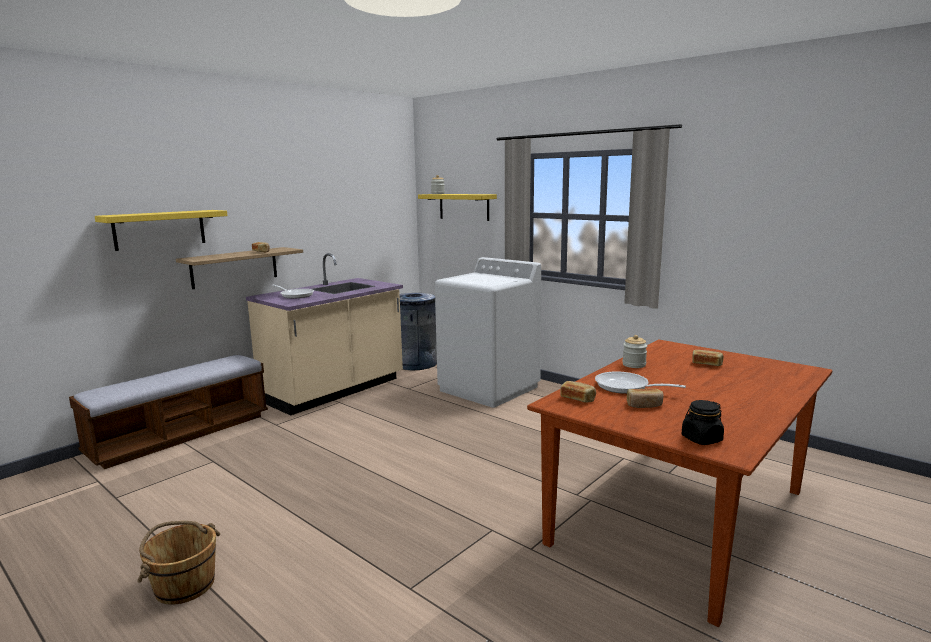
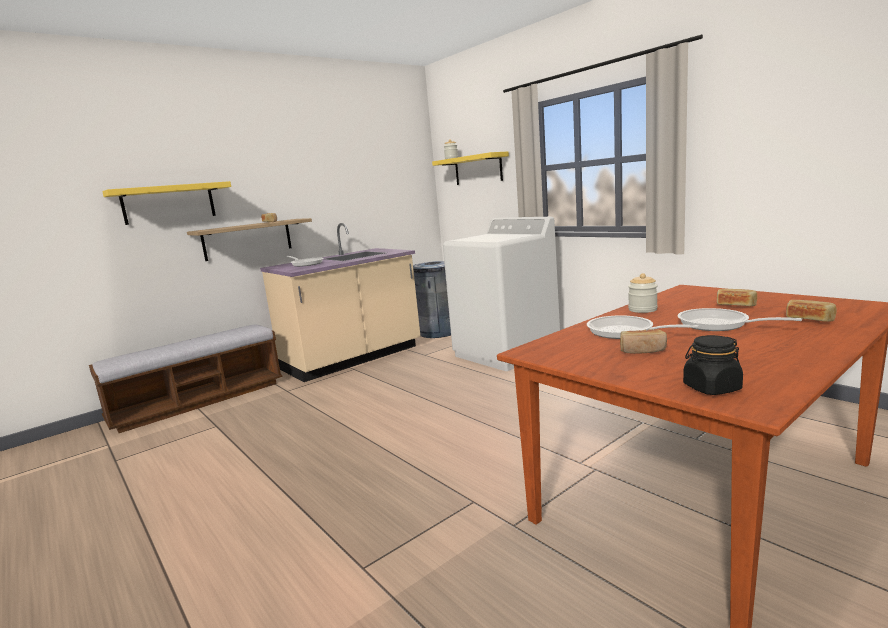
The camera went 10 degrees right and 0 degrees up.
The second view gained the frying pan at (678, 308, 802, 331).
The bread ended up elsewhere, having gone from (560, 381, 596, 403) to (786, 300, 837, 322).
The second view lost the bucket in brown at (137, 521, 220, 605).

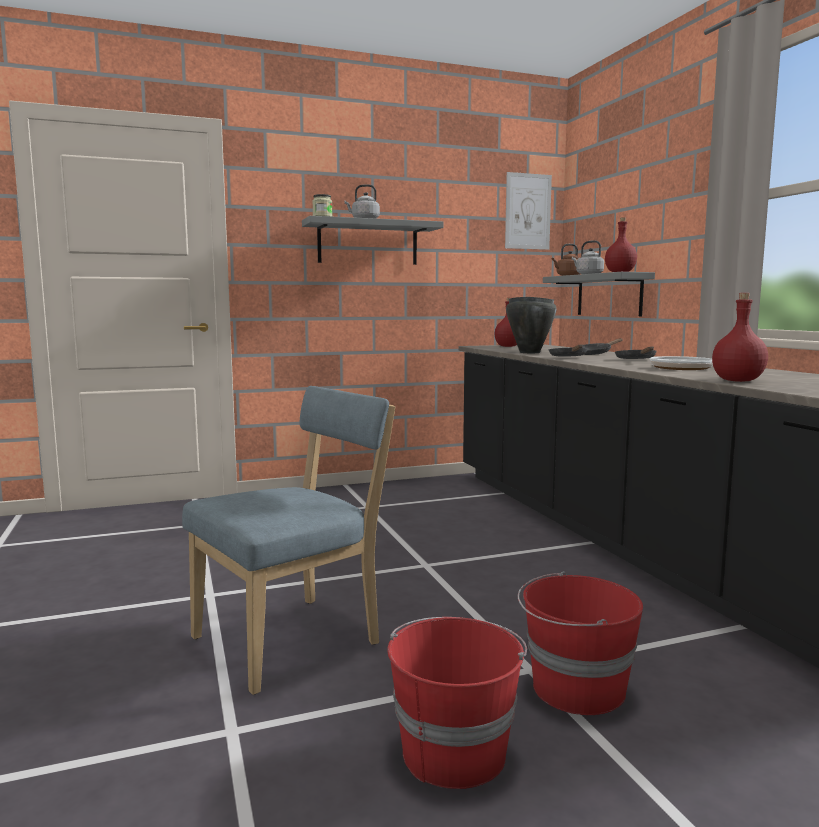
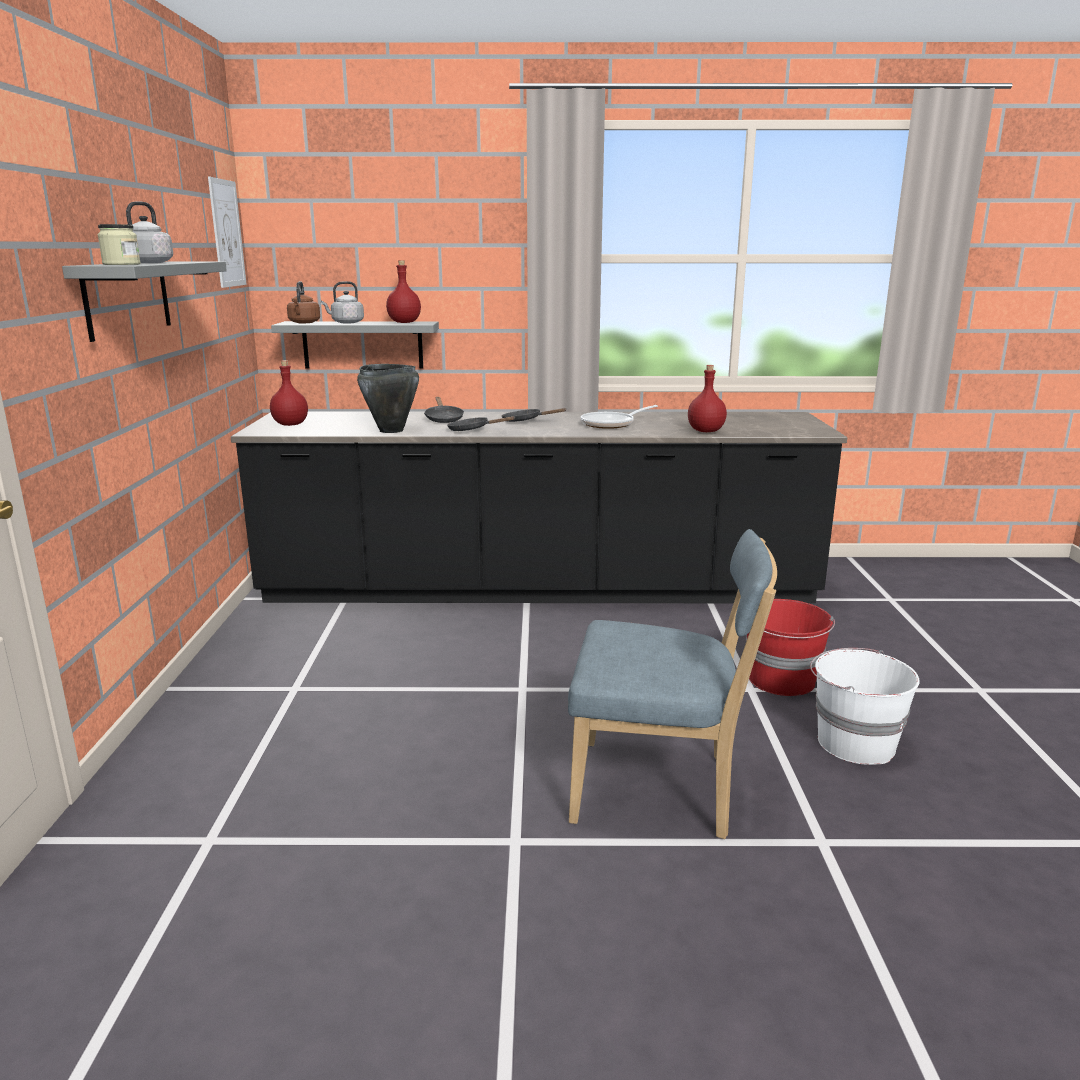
The camera went 70 degrees left and 10 degrees up.
The chair in blue at (182, 386, 395, 695) ended up facing another way, 120 degrees clockwise from before.
What was the bucket in red at (387, 617, 527, 789) turned into the bucket in white at (810, 648, 920, 765).

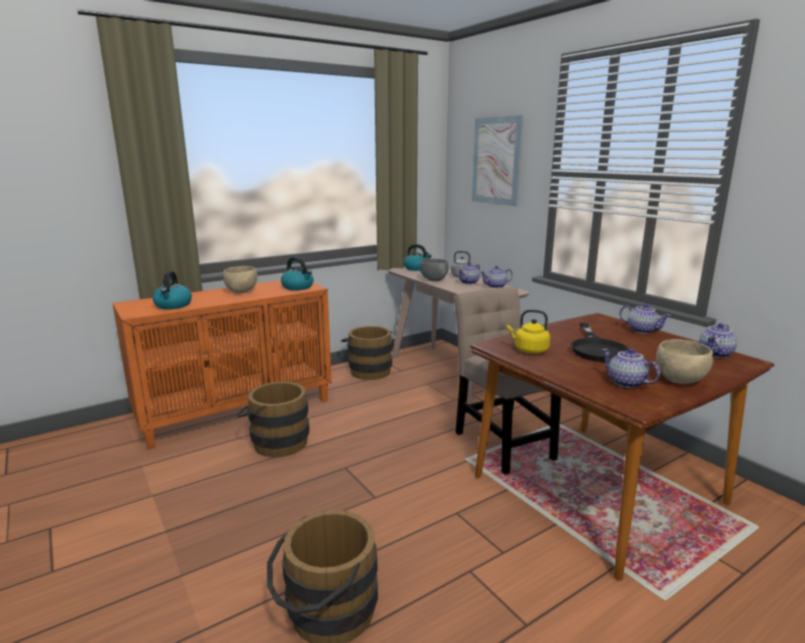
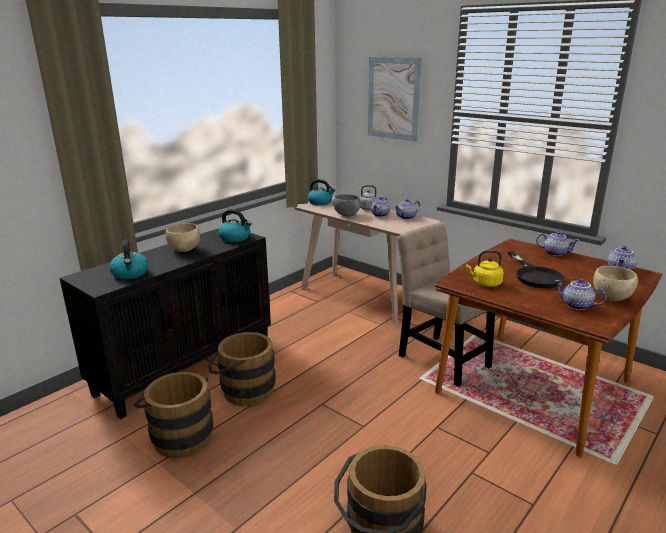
The camera went 15 degrees left and 5 degrees up.
What was the cabinet in orange at (112, 280, 332, 450) turned into the cabinet in black at (60, 228, 271, 419).
The bucket in brown ended up elsewhere, having gone from (341, 326, 392, 380) to (134, 372, 213, 458).

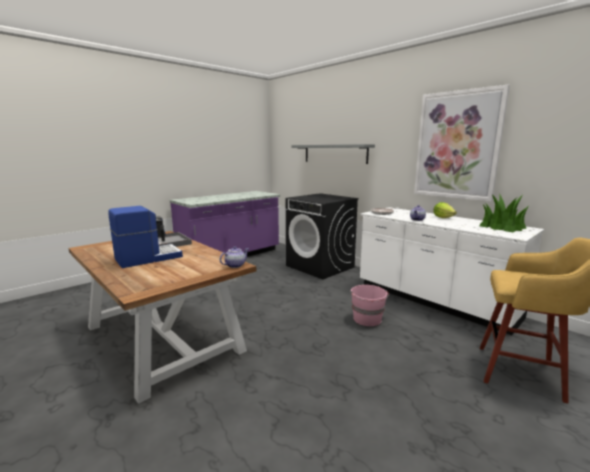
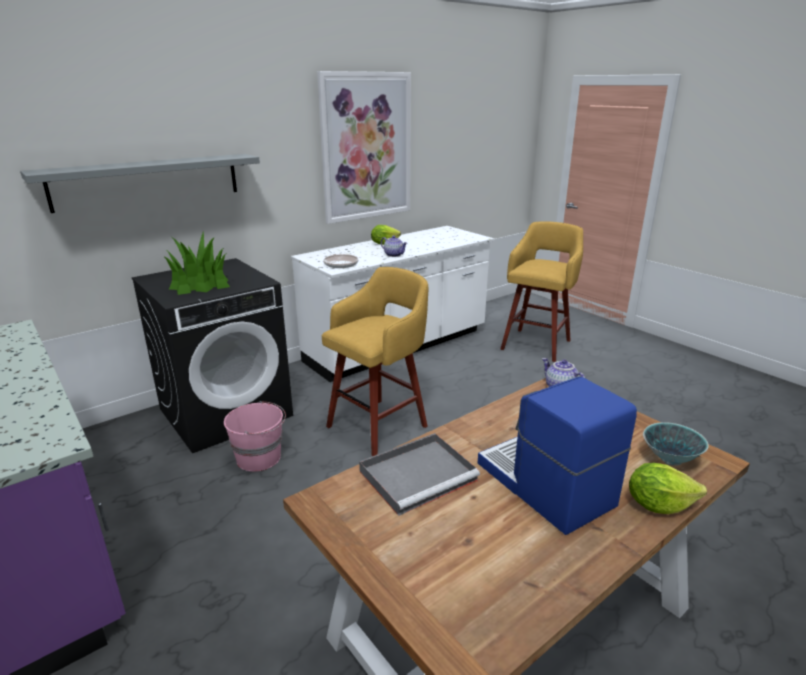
The camera went 85 degrees left and 10 degrees up.
The potted plant ended up elsewhere, having gone from (479, 194, 529, 232) to (165, 232, 230, 295).
The bucket in pink ended up elsewhere, having gone from (351, 285, 389, 326) to (224, 401, 286, 471).
The second view gained the stool in yellow at (322, 267, 428, 456).
The second view gained the lettuce at (629, 463, 707, 514).
The second view gained the bowl at (643, 422, 709, 466).

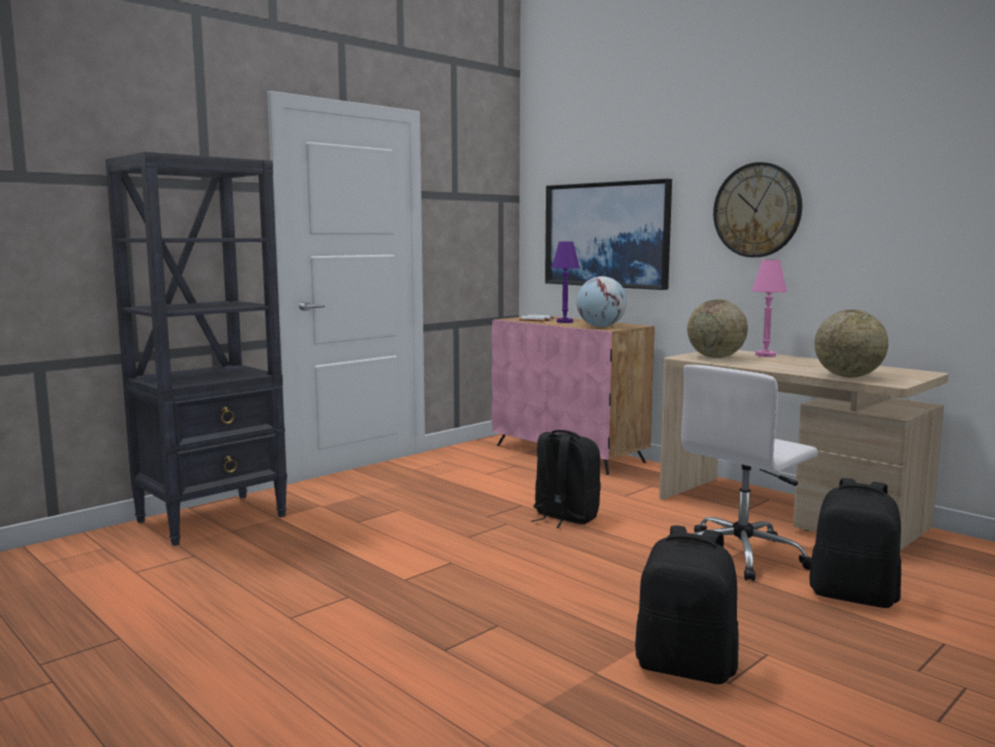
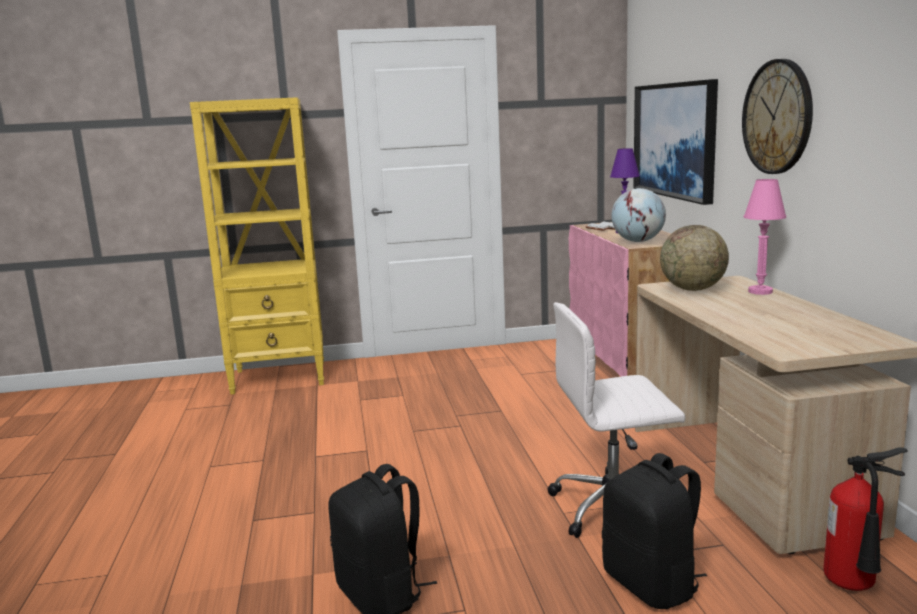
The camera went 35 degrees right and 5 degrees up.
What was the bookcase in black at (105, 152, 287, 546) turned into the bookcase in yellow at (190, 97, 324, 394).
The second view gained the fire extinguisher at (823, 448, 907, 591).
The second view lost the backpack in black at (532, 430, 601, 528).
The second view lost the globe at (815, 310, 888, 377).

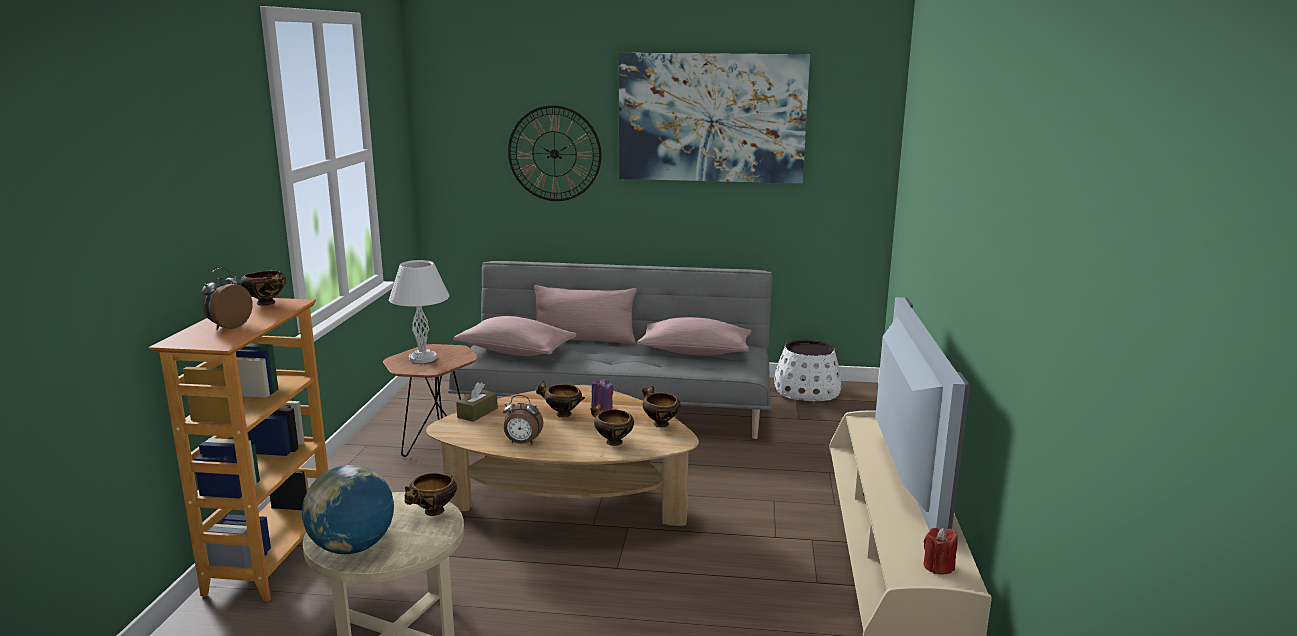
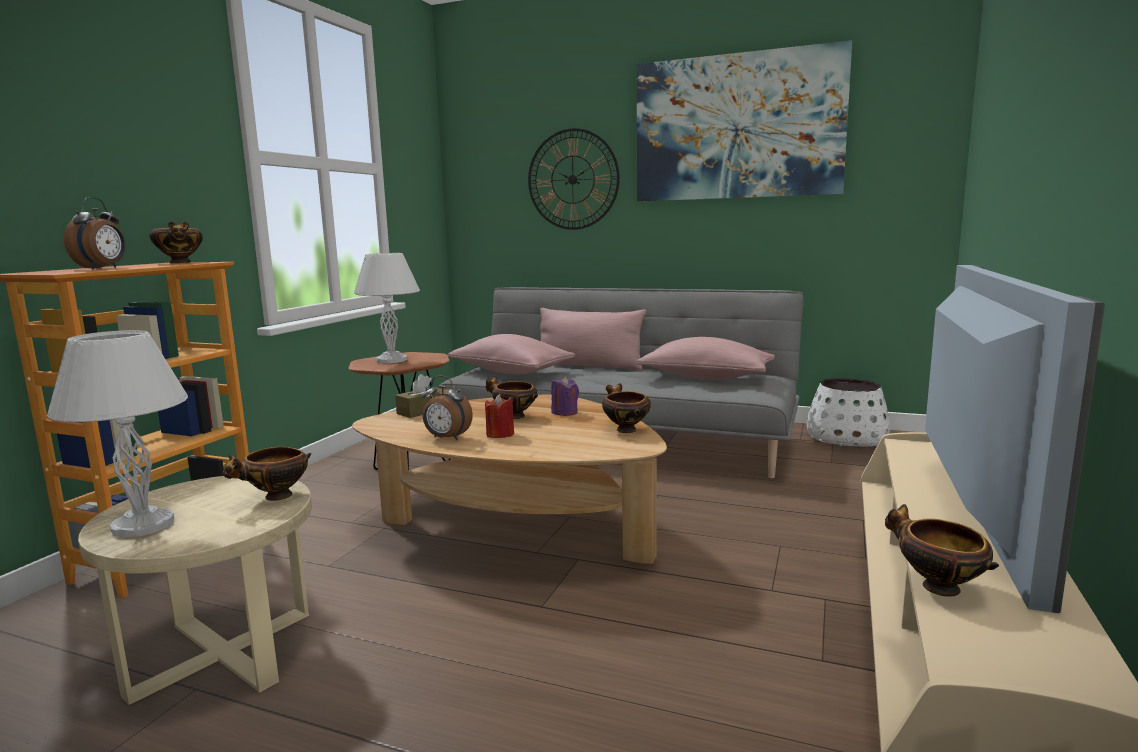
The camera went 15 degrees right and 5 degrees down.
Where the globe stood at (302, 465, 394, 554), the table lamp in white came to stand at (47, 330, 188, 537).
The alarm clock at (202, 268, 253, 330) ended up facing another way, 150 degrees clockwise from before.
The candle in red ended up elsewhere, having gone from (923, 528, 958, 574) to (485, 394, 514, 438).
The bowl ended up elsewhere, having gone from (591, 403, 634, 446) to (885, 504, 999, 597).

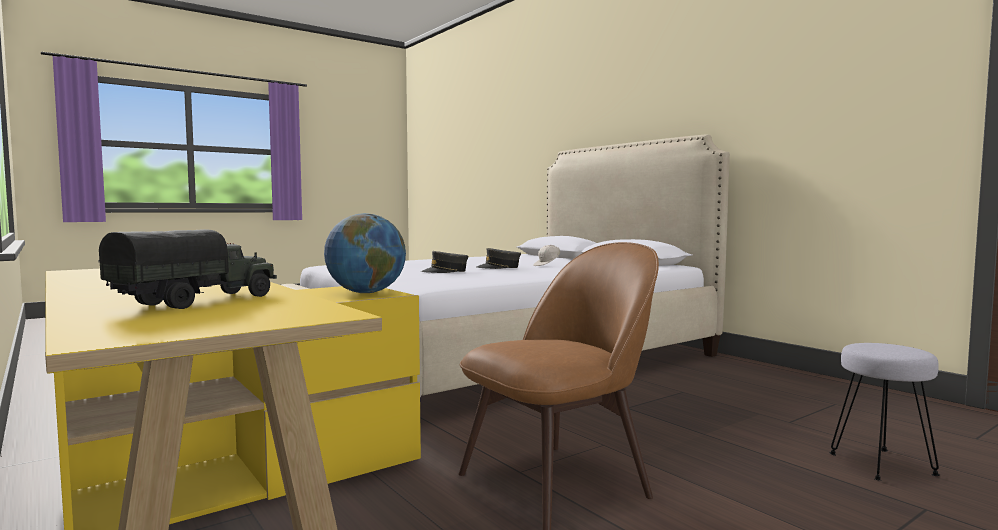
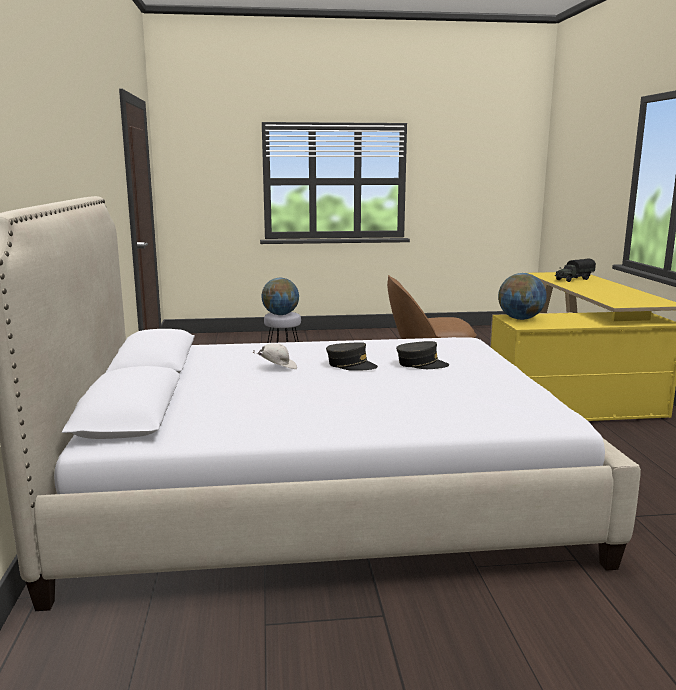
The camera went 150 degrees left and 10 degrees up.
The second view gained the globe at (262, 278, 299, 315).

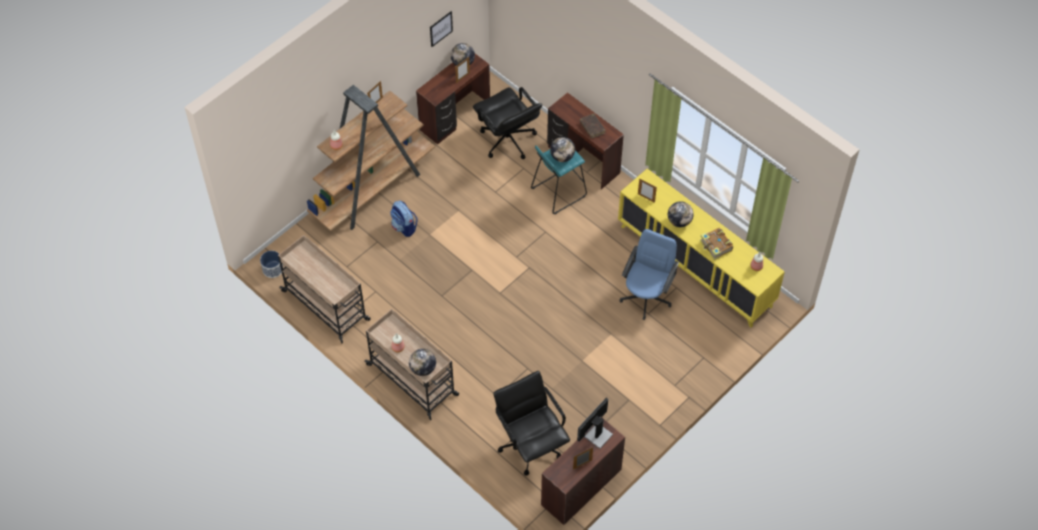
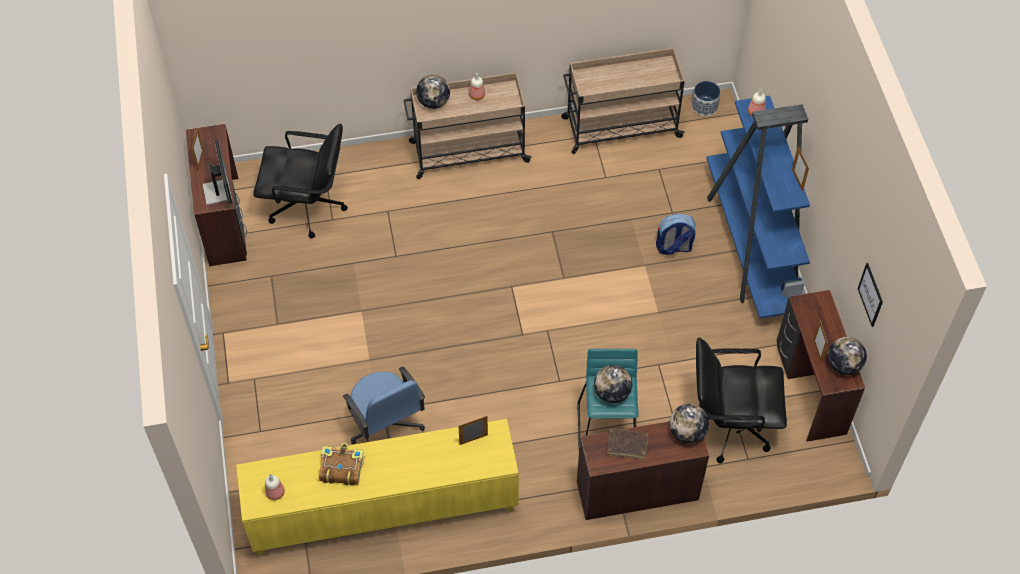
The camera went 125 degrees right and 0 degrees up.
The globe ended up elsewhere, having gone from (668, 201, 694, 227) to (670, 404, 709, 443).
What was the bookcase in brown at (307, 85, 435, 231) turned into the bookcase in blue at (706, 96, 810, 319).

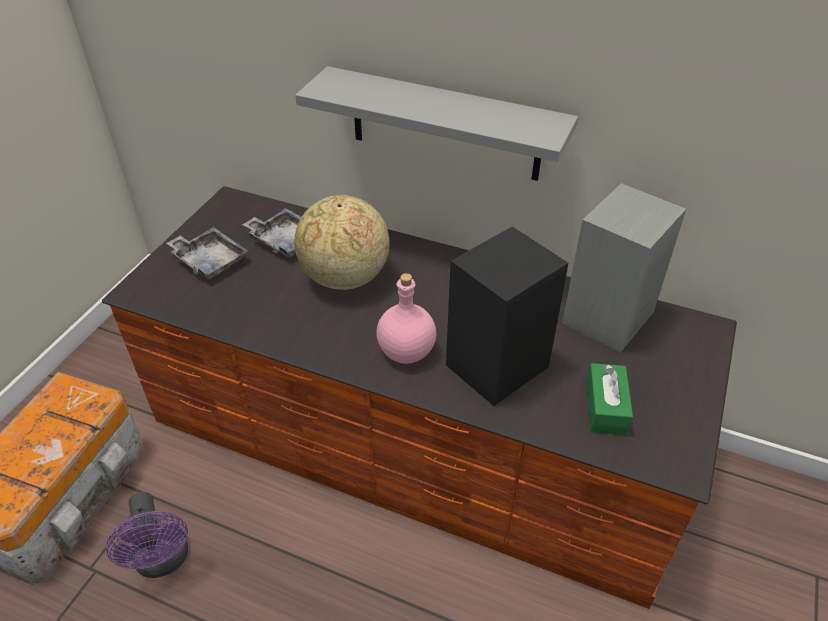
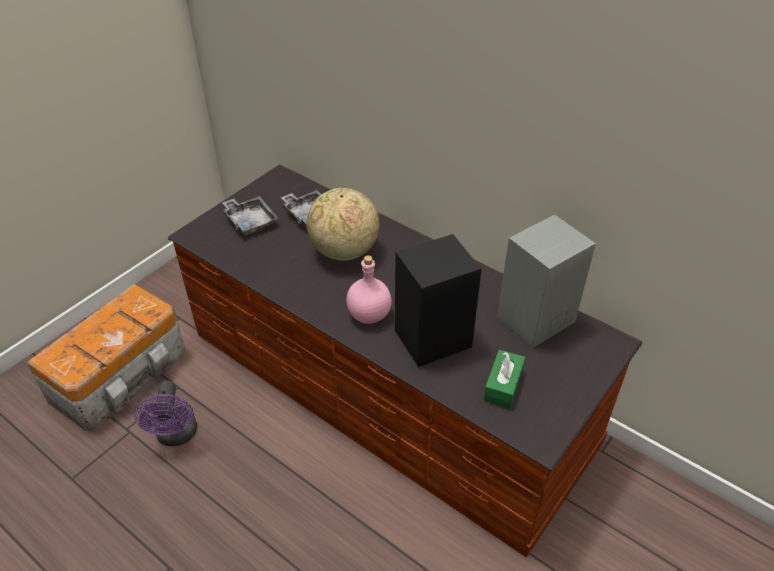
The camera went 15 degrees right and 0 degrees up.
The second view lost the shelf in grey at (295, 66, 578, 181).

